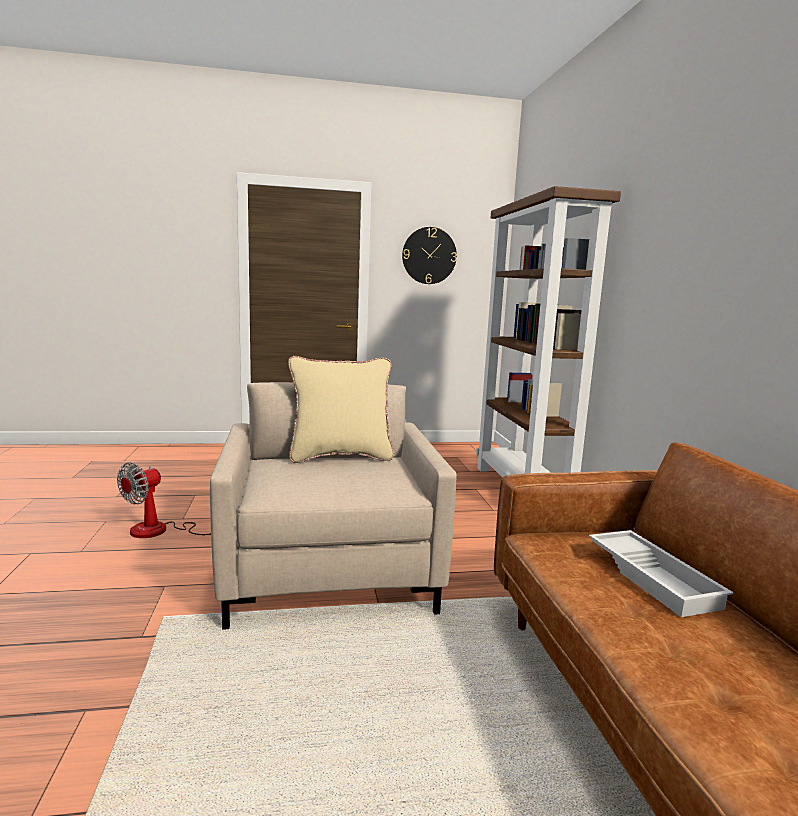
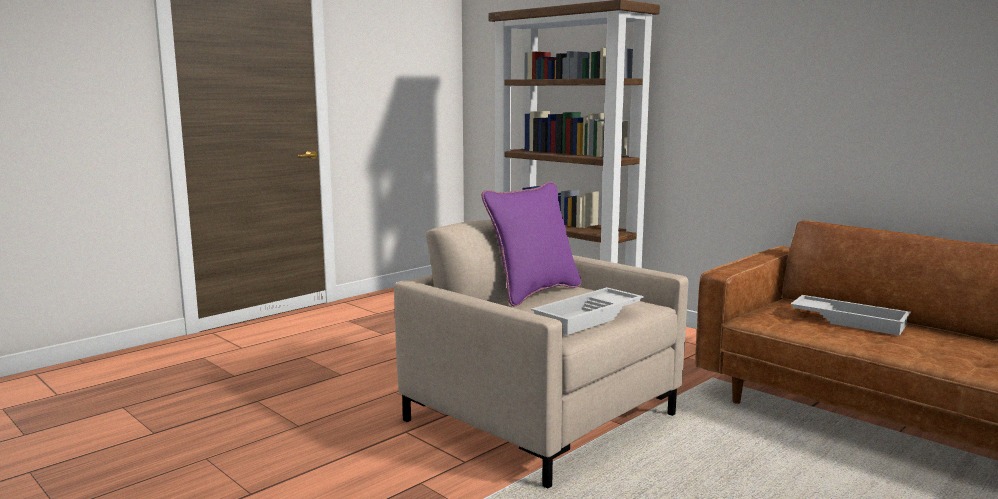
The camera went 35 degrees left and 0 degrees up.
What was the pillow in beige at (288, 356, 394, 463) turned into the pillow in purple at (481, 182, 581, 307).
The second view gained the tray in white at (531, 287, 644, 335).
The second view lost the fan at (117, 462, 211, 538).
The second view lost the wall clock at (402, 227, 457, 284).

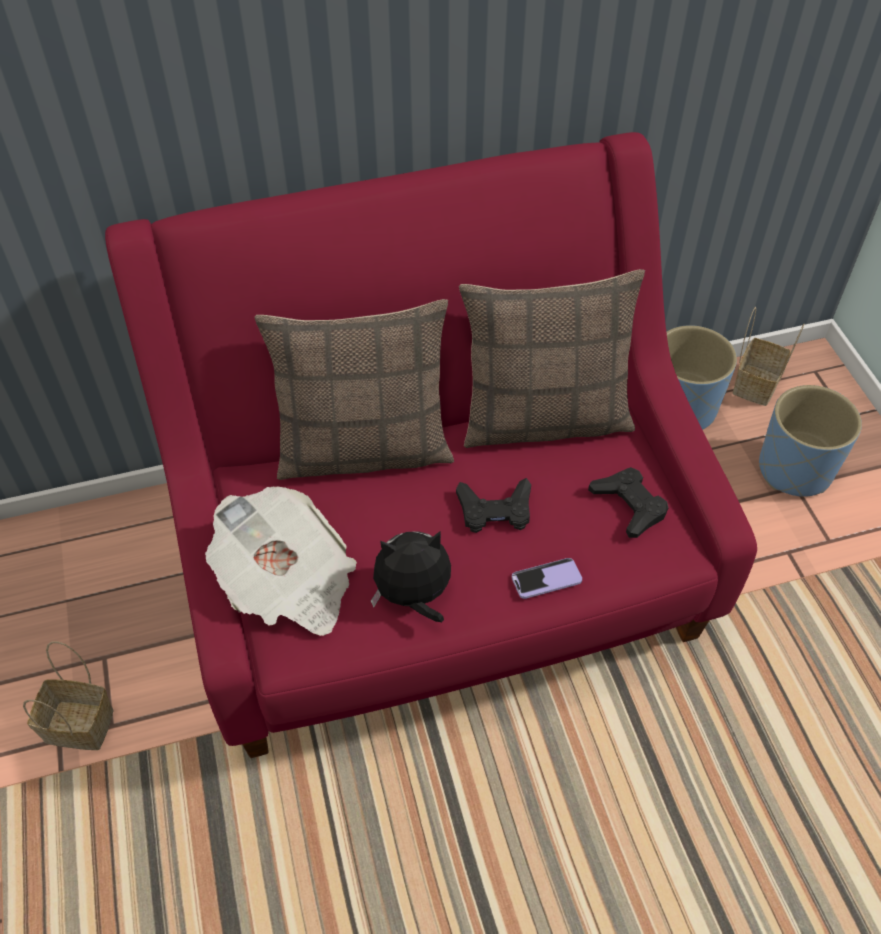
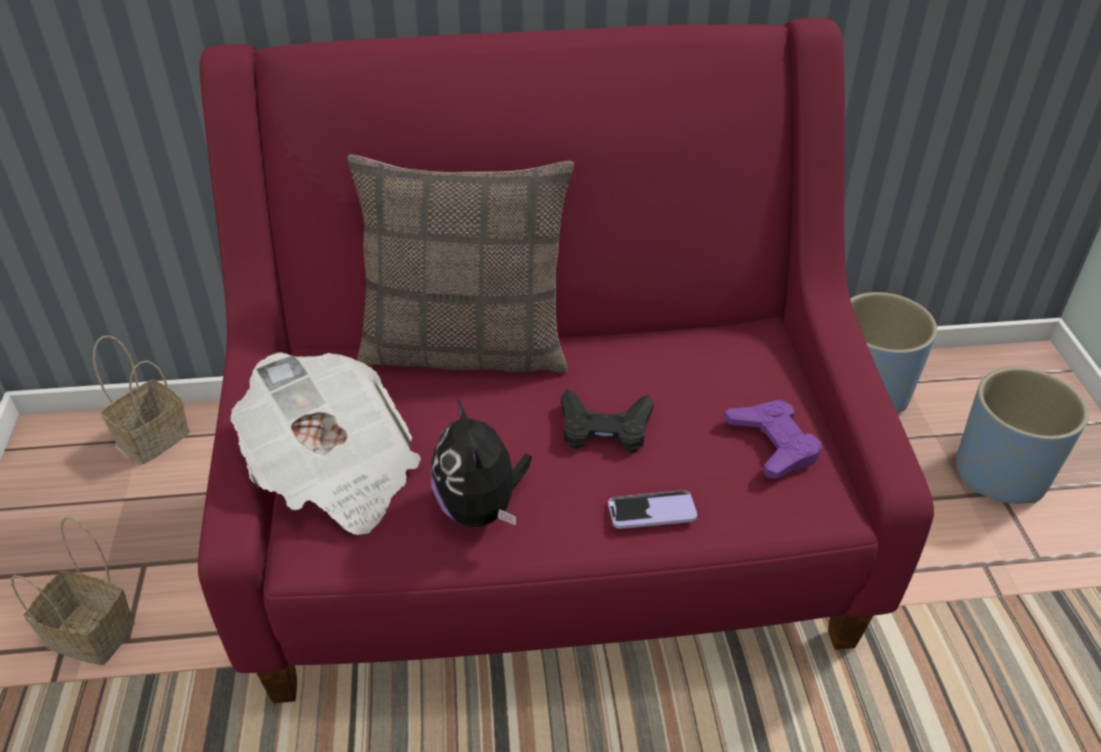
The camera went 10 degrees right and 10 degrees down.
The basket ended up elsewhere, having gone from (732, 307, 805, 406) to (93, 335, 190, 464).
The plush toy at (371, 531, 451, 622) ended up facing another way, 105 degrees counterclockwise from before.
What was the game controller in black at (588, 467, 669, 538) turned into the game controller in purple at (724, 400, 822, 479).
The second view lost the pillow at (459, 269, 645, 448).

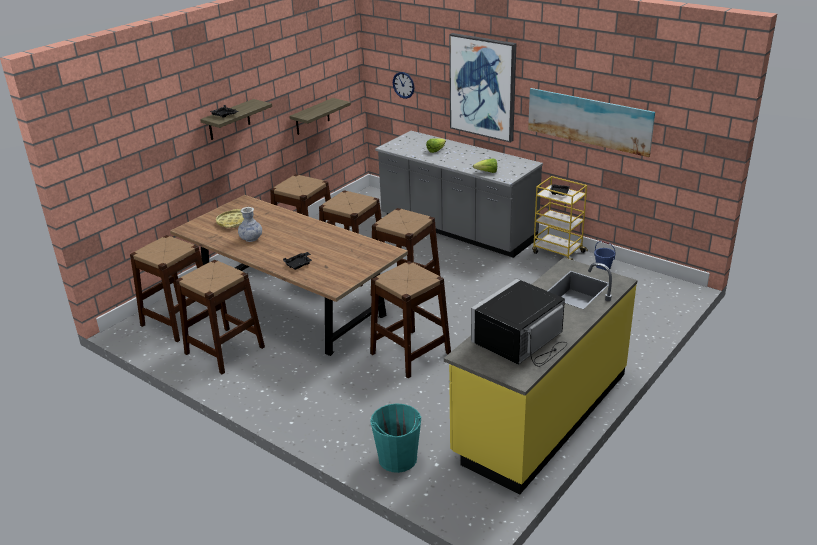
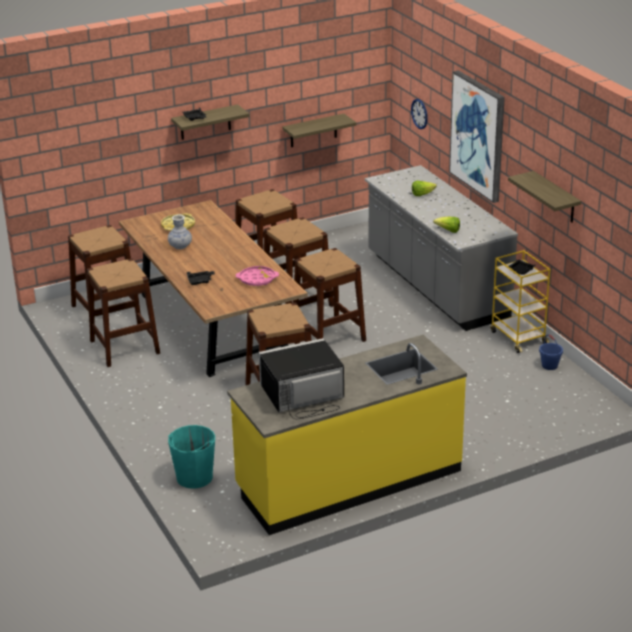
The camera went 25 degrees right and 0 degrees up.
The second view gained the tray in pink at (236, 266, 279, 286).
Where the picture hung at (528, 88, 655, 157), the shelf came to hang at (508, 171, 581, 223).

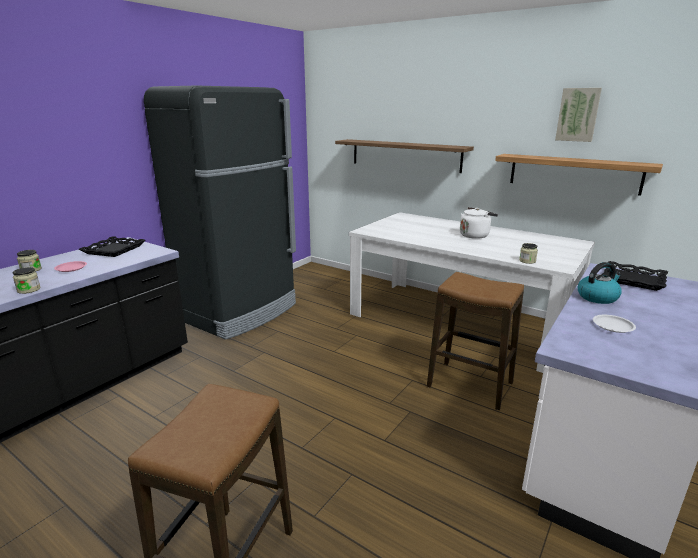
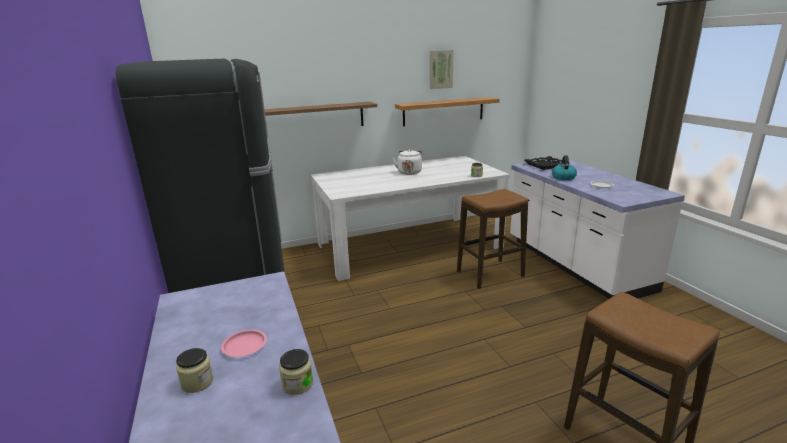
The camera went 55 degrees left and 0 degrees up.
The second view lost the tray in black at (78, 236, 145, 257).

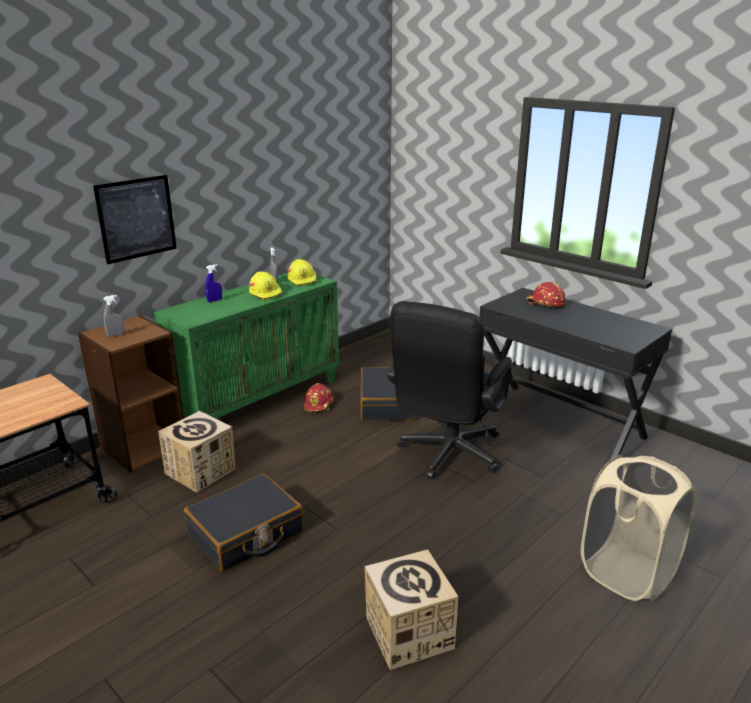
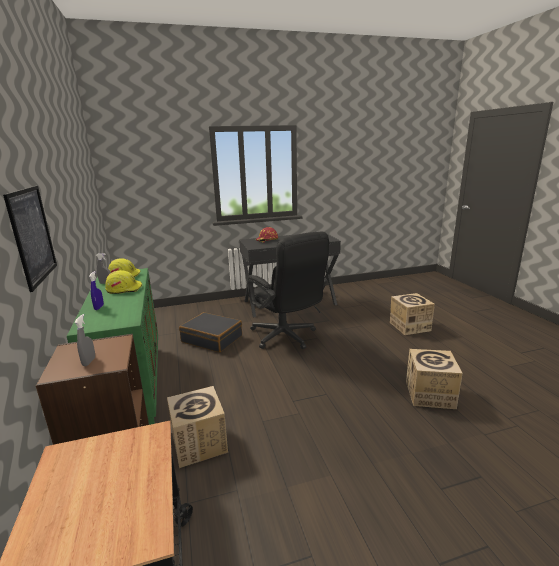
The camera went 60 degrees left and 5 degrees down.
Where the laundry basket in beige stood at (581, 455, 696, 602), the cardboard box came to stand at (390, 293, 435, 335).
The second view lost the suitcase in black at (184, 474, 304, 572).
The second view lost the hard hat in red at (304, 383, 333, 413).

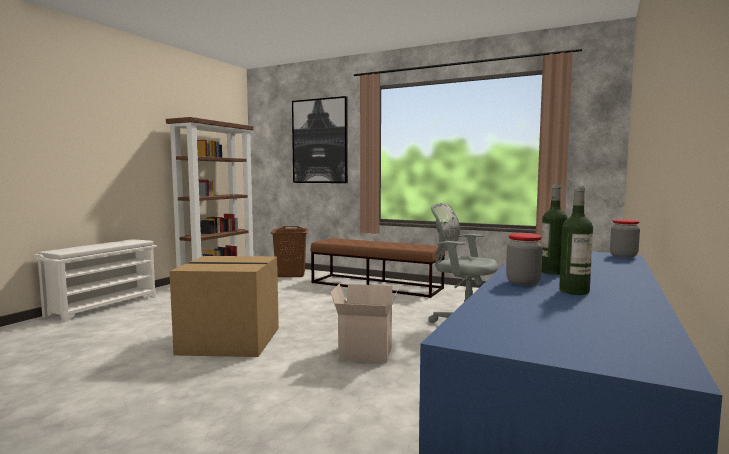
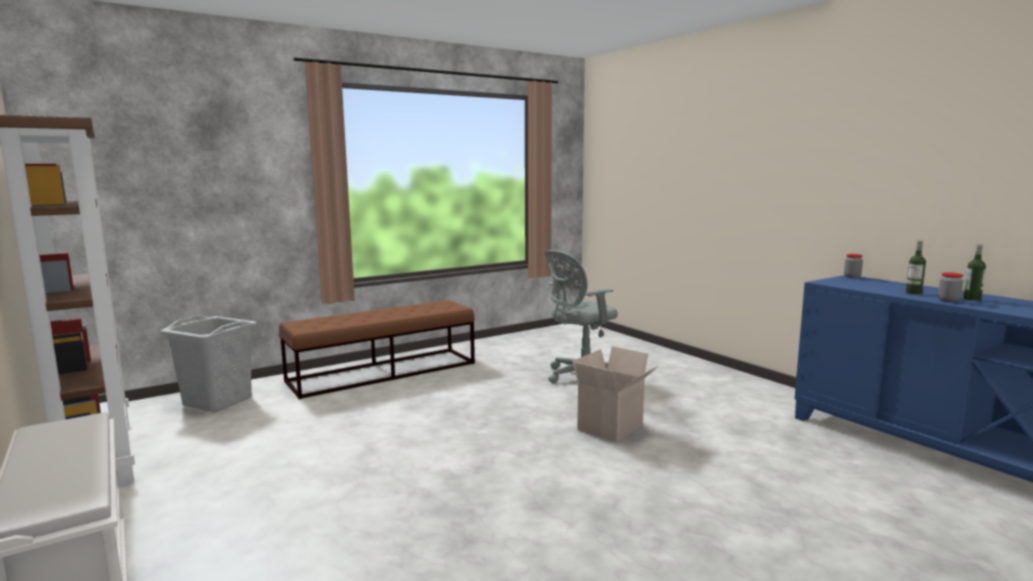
The camera went 60 degrees left and 5 degrees up.
What was the laundry basket in brown at (270, 226, 309, 277) turned into the laundry basket in grey at (161, 315, 257, 413).
The second view lost the cardboard box at (170, 256, 279, 357).
The second view lost the picture at (292, 96, 348, 183).

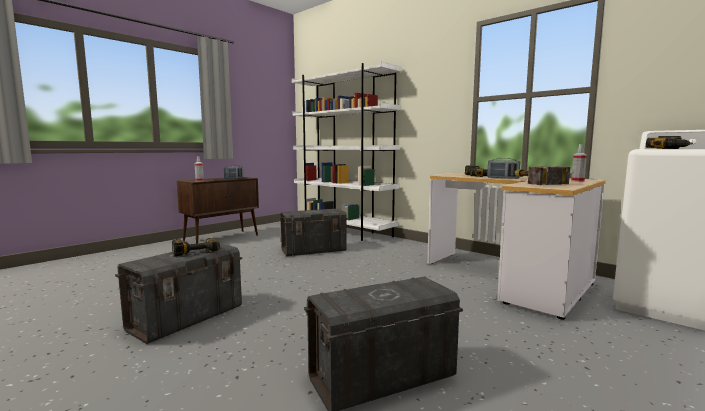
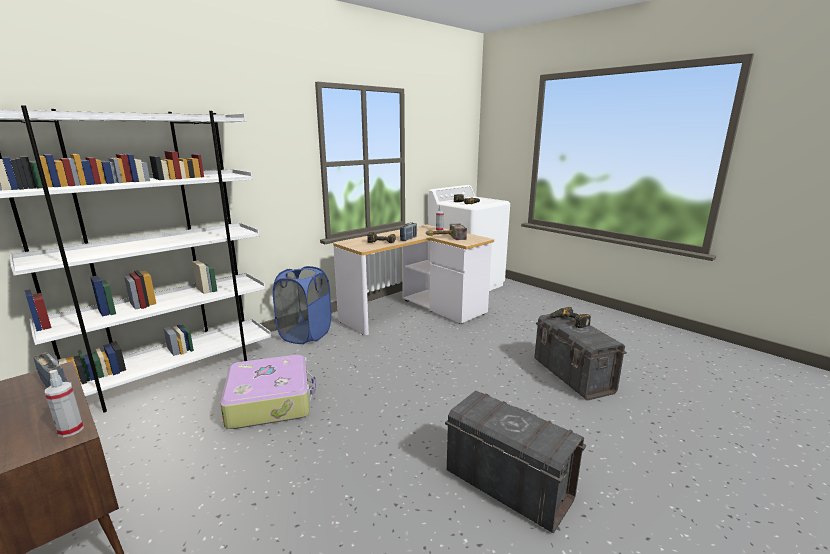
The camera went 85 degrees left and 10 degrees up.
Where the storage box in grey stood at (279, 209, 348, 256), the suitcase came to stand at (220, 355, 316, 429).
The second view gained the laundry basket in blue at (273, 266, 331, 344).
The power drill ended up elsewhere, having gone from (172, 238, 220, 256) to (549, 307, 591, 328).

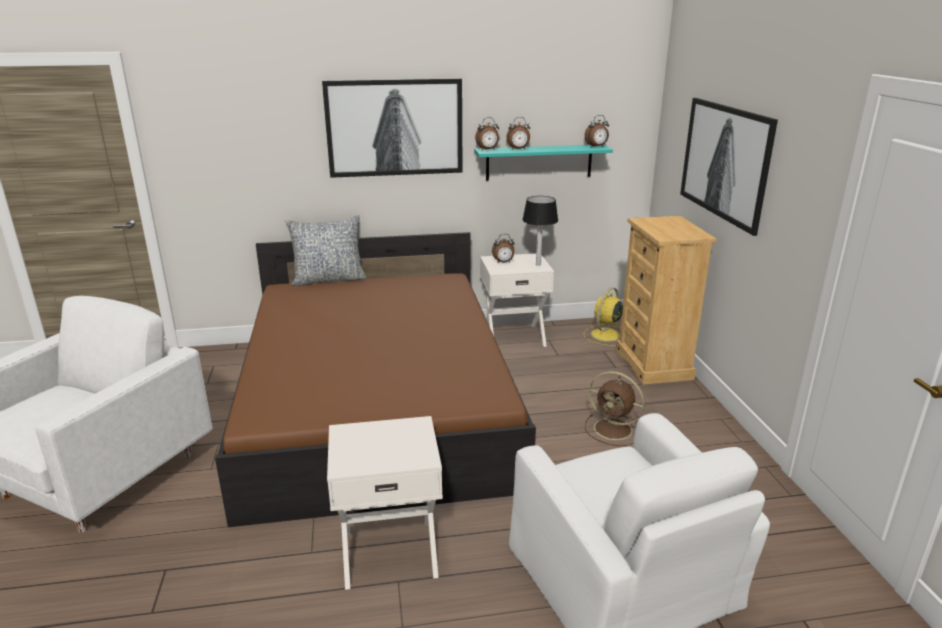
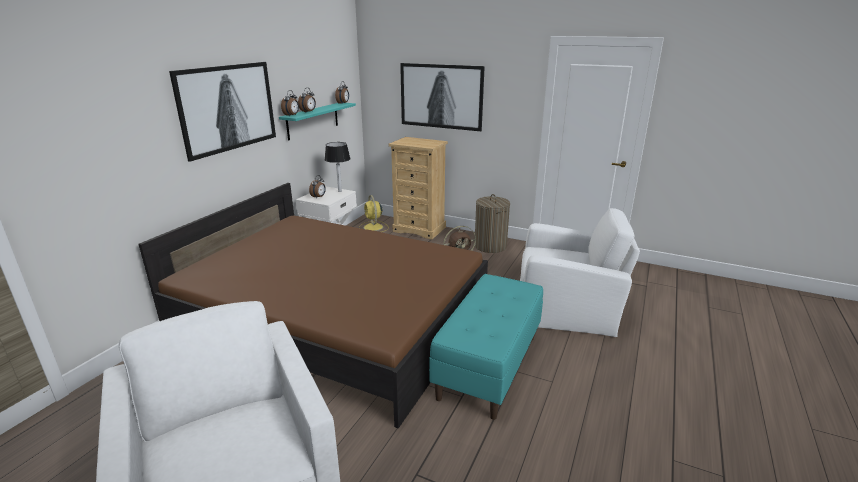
The camera went 55 degrees left and 0 degrees up.
Where the nightstand in white stood at (327, 416, 443, 590), the bench in turquoise came to stand at (429, 274, 543, 420).
The second view gained the laundry basket at (475, 194, 510, 253).
The second view lost the pillow at (285, 215, 366, 286).

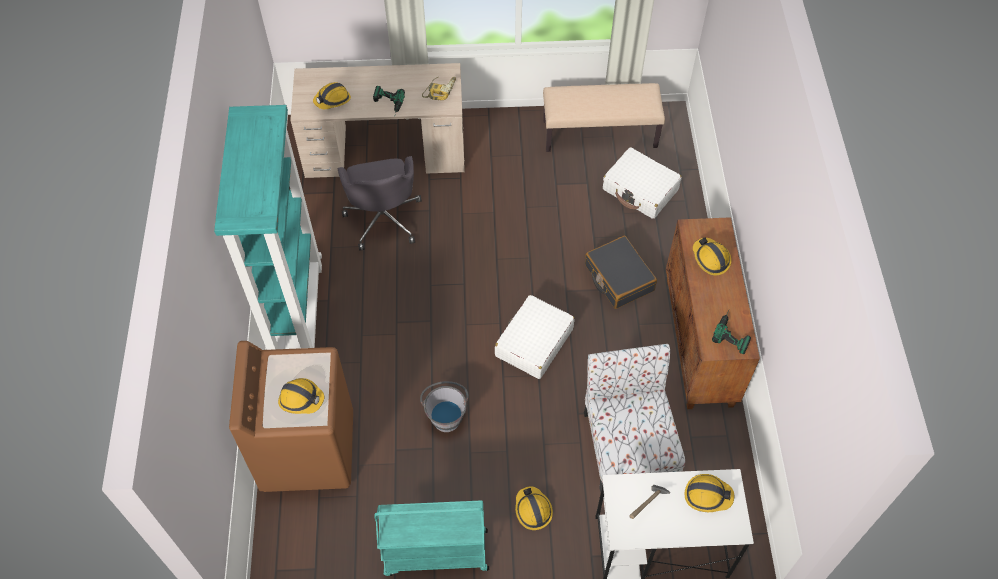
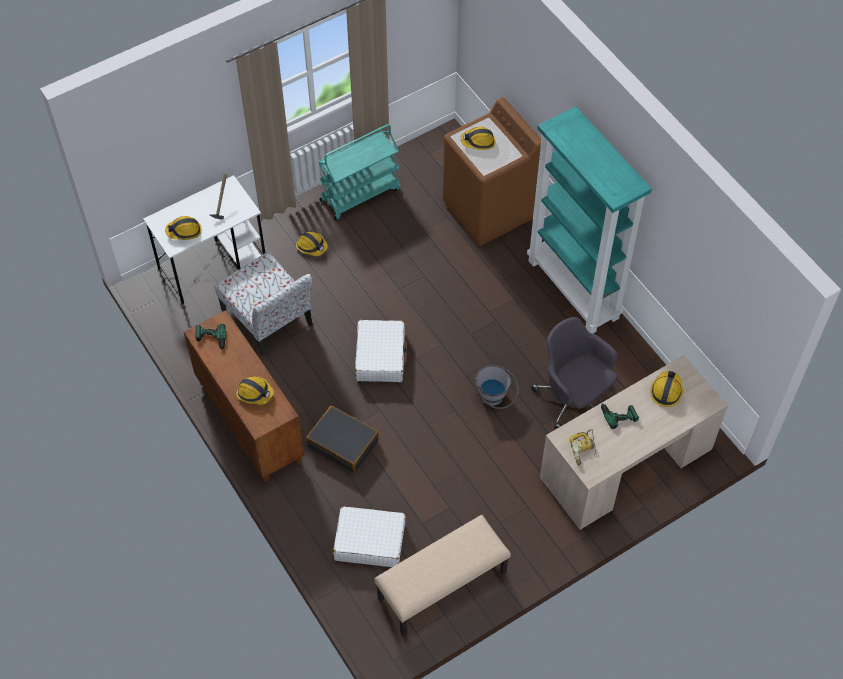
The camera went 150 degrees right and 0 degrees up.
The bucket in grey ended up elsewhere, having gone from (420, 381, 469, 432) to (475, 365, 519, 409).

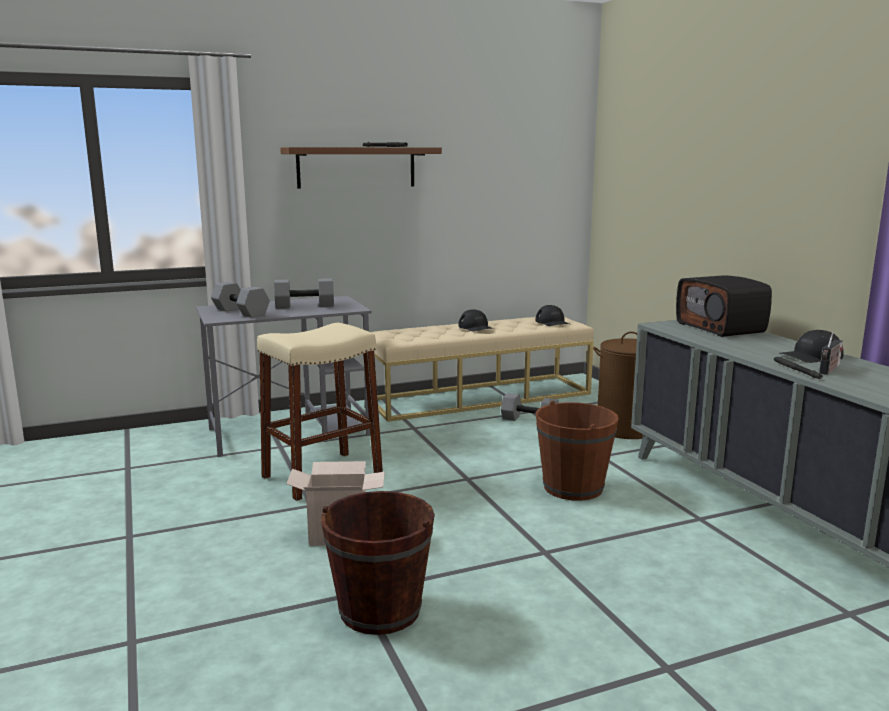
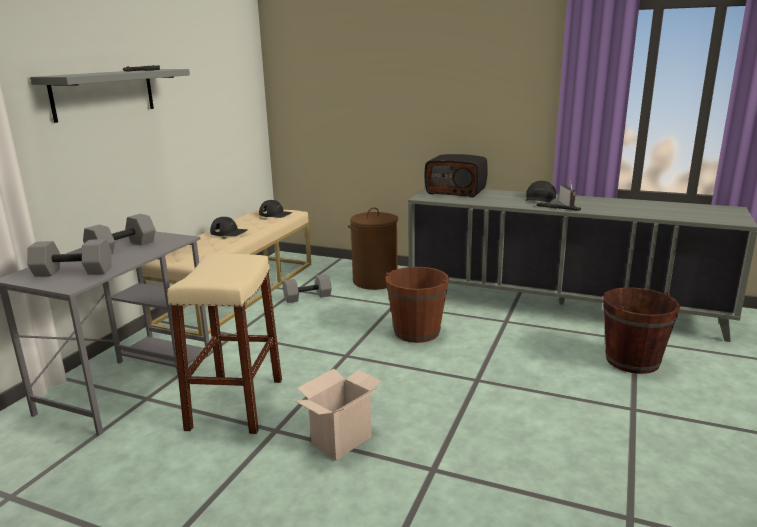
The camera went 45 degrees left and 5 degrees up.
What was the shelf in brown at (280, 147, 442, 188) turned into the shelf in grey at (30, 69, 190, 123).
The bucket in brown ended up elsewhere, having gone from (321, 491, 435, 635) to (603, 287, 680, 374).

